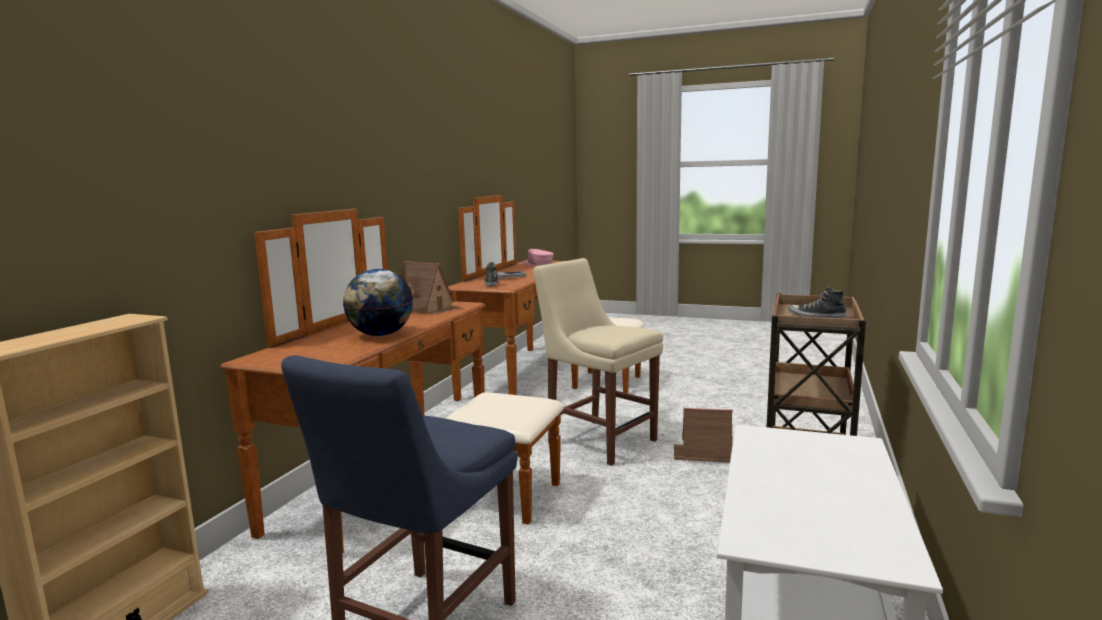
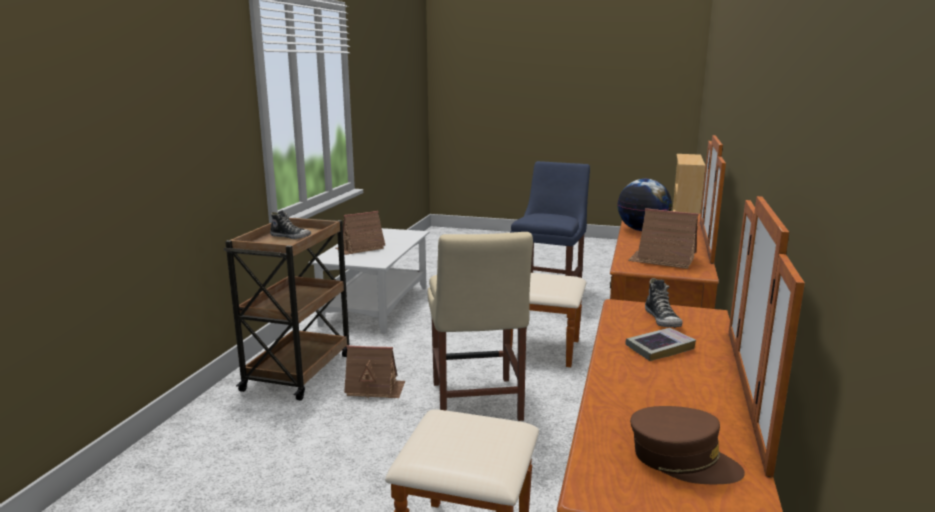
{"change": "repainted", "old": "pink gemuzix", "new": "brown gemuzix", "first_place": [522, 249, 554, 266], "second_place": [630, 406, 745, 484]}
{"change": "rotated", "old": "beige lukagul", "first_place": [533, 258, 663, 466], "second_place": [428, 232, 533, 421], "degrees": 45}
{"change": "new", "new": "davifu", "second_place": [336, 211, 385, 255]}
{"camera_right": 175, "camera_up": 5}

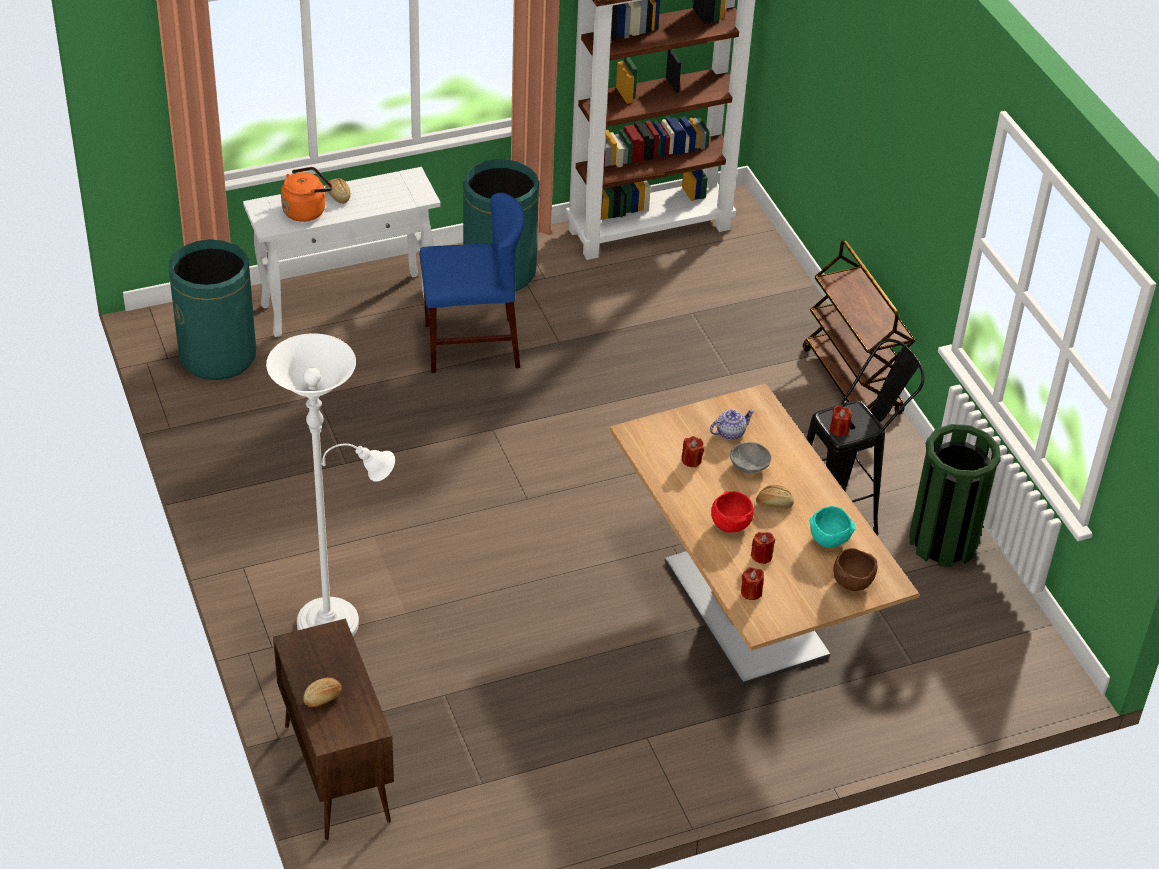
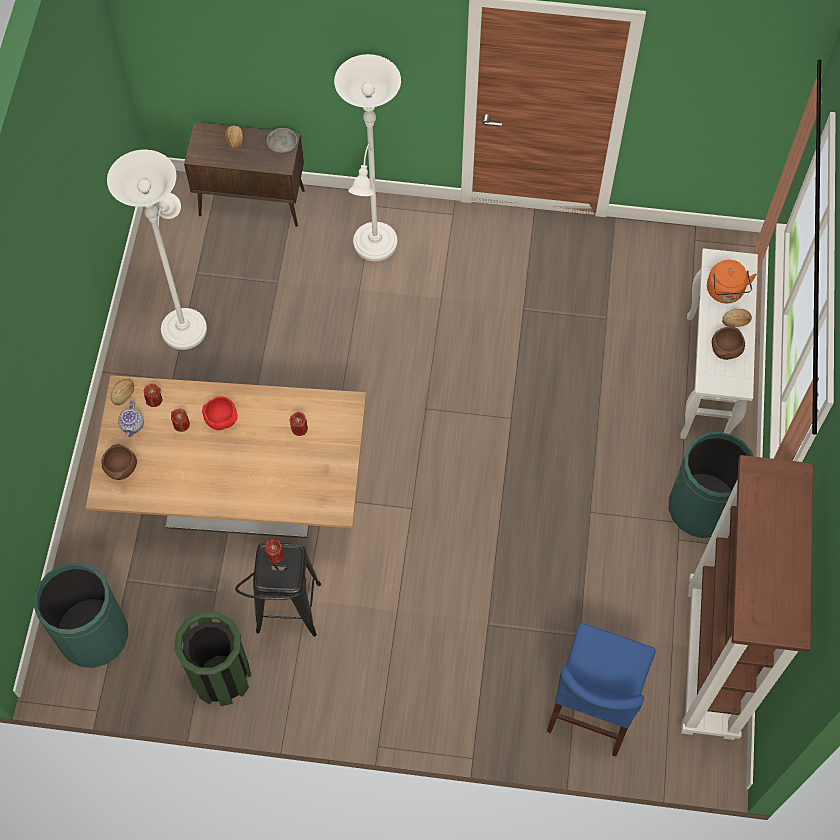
{"change": "shifted", "old": "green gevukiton", "first_place": [169, 239, 256, 380], "second_place": [34, 563, 128, 668]}
{"change": "shifted", "old": "blue lukagul", "first_place": [420, 193, 524, 373], "second_place": [547, 623, 656, 757]}
{"change": "shifted", "old": "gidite", "first_place": [710, 410, 755, 440], "second_place": [118, 401, 144, 437]}
{"change": "shifted", "old": "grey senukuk", "first_place": [730, 442, 772, 473], "second_place": [267, 128, 297, 154]}
{"change": "shifted", "old": "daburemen", "first_place": [756, 485, 794, 509], "second_place": [111, 379, 134, 405]}
{"change": "gone", "old": "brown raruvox", "first_place": [803, 240, 915, 415]}
{"change": "gone", "old": "turquoise senukuk", "first_place": [810, 506, 856, 548]}
{"change": "new", "new": "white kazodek", "second_place": [107, 150, 207, 350]}
{"change": "new", "new": "brown senukuk", "second_place": [712, 326, 745, 360]}
{"camera_right": 120, "camera_up": 20}

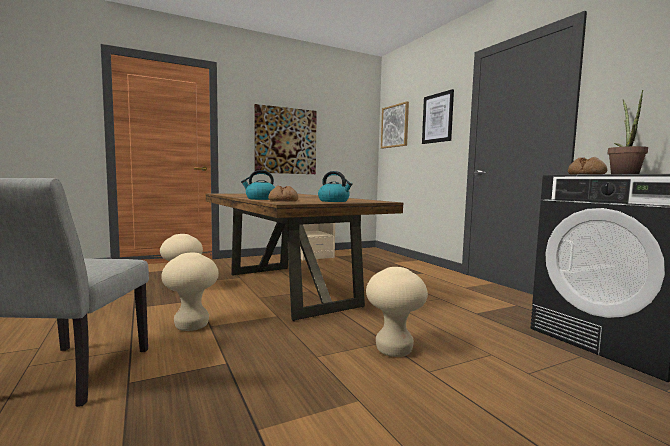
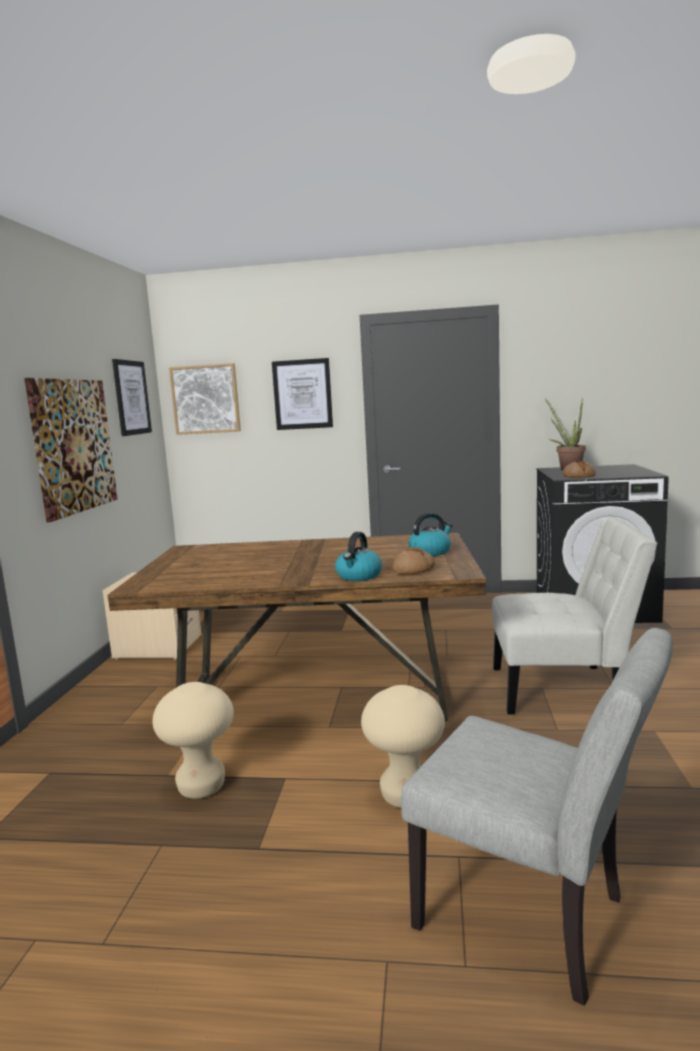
{"change": "swapped", "old": "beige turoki", "new": "white lukagul", "first_place": [366, 267, 428, 357], "second_place": [492, 517, 658, 714]}
{"change": "new", "new": "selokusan", "second_place": [112, 359, 152, 436]}
{"camera_right": -55, "camera_up": 5}

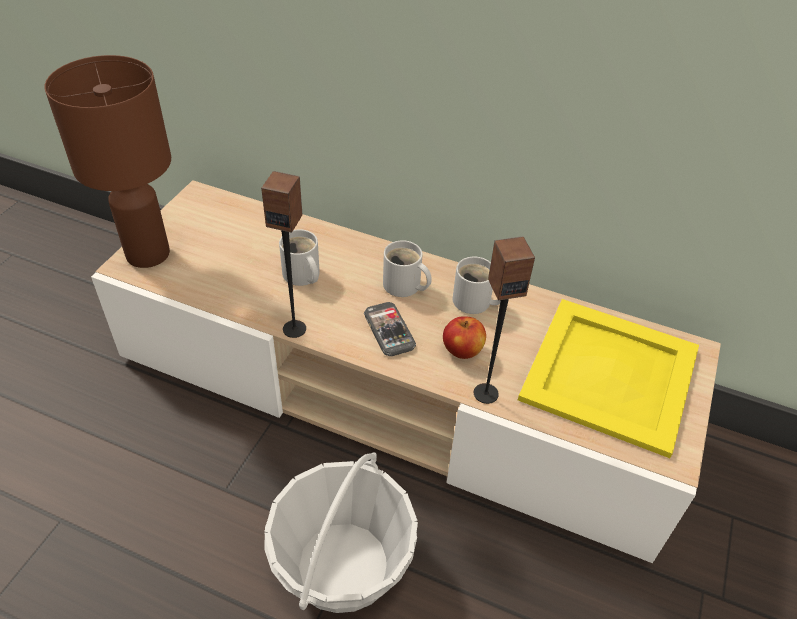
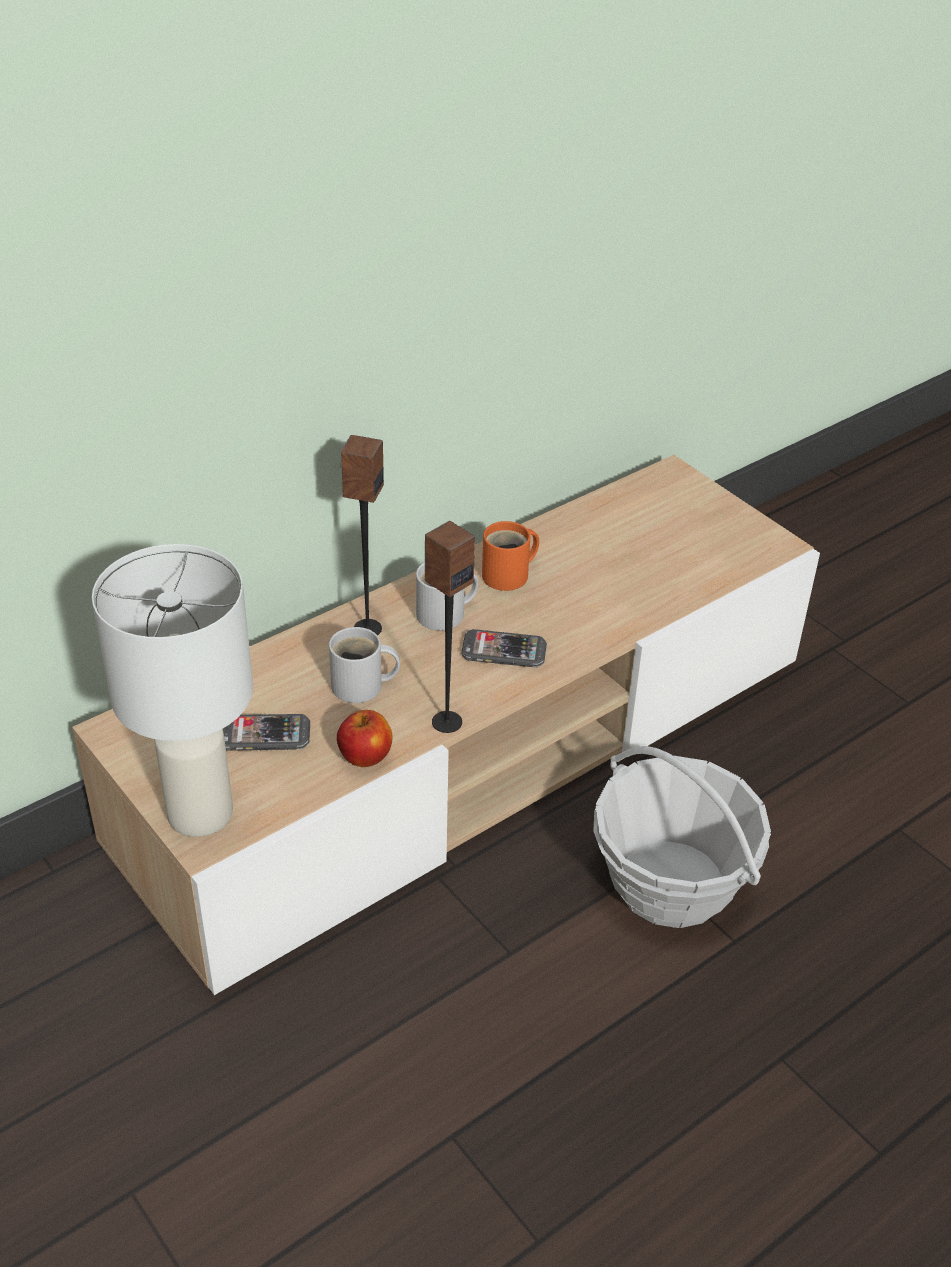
{"change": "repainted", "old": "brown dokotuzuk", "new": "white dokotuzuk", "first_place": [45, 55, 171, 268], "second_place": [92, 544, 253, 837]}
{"change": "shifted", "old": "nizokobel", "first_place": [443, 316, 486, 359], "second_place": [337, 710, 393, 767]}
{"change": "repainted", "old": "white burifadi", "new": "orange burifadi", "first_place": [453, 257, 501, 314], "second_place": [482, 521, 539, 591]}
{"change": "shifted", "old": "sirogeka", "first_place": [474, 236, 535, 404], "second_place": [340, 435, 384, 636]}
{"change": "gone", "old": "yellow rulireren", "first_place": [518, 299, 699, 458]}
{"change": "new", "new": "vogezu", "second_place": [223, 714, 310, 751]}
{"camera_right": -60, "camera_up": -5}

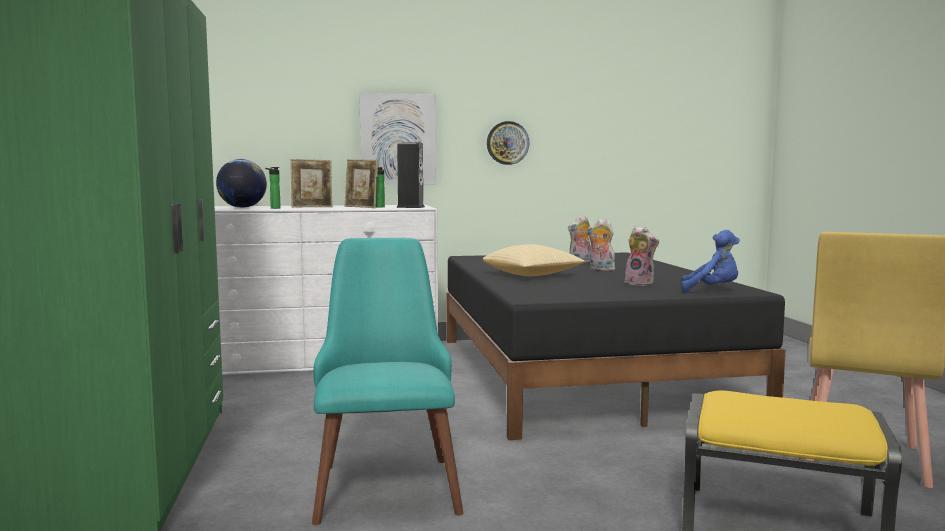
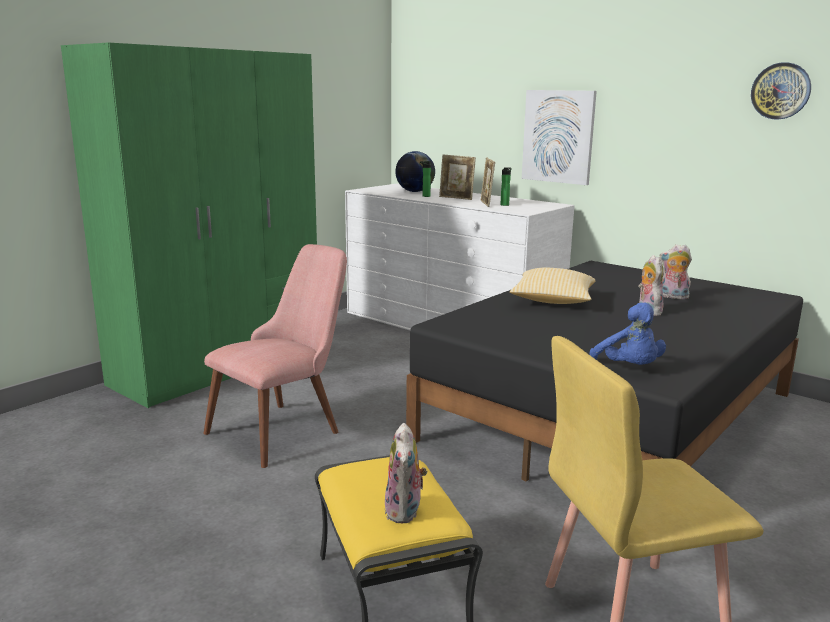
{"change": "repainted", "old": "turquoise lukagul", "new": "pink lukagul", "first_place": [312, 238, 464, 525], "second_place": [203, 244, 347, 468]}
{"change": "gone", "old": "sirogeka", "first_place": [396, 142, 425, 208]}
{"change": "shifted", "old": "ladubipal", "first_place": [487, 121, 529, 165], "second_place": [751, 62, 811, 120]}
{"change": "shifted", "old": "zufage", "first_place": [624, 226, 659, 286], "second_place": [384, 423, 427, 524]}
{"camera_right": 50, "camera_up": 10}

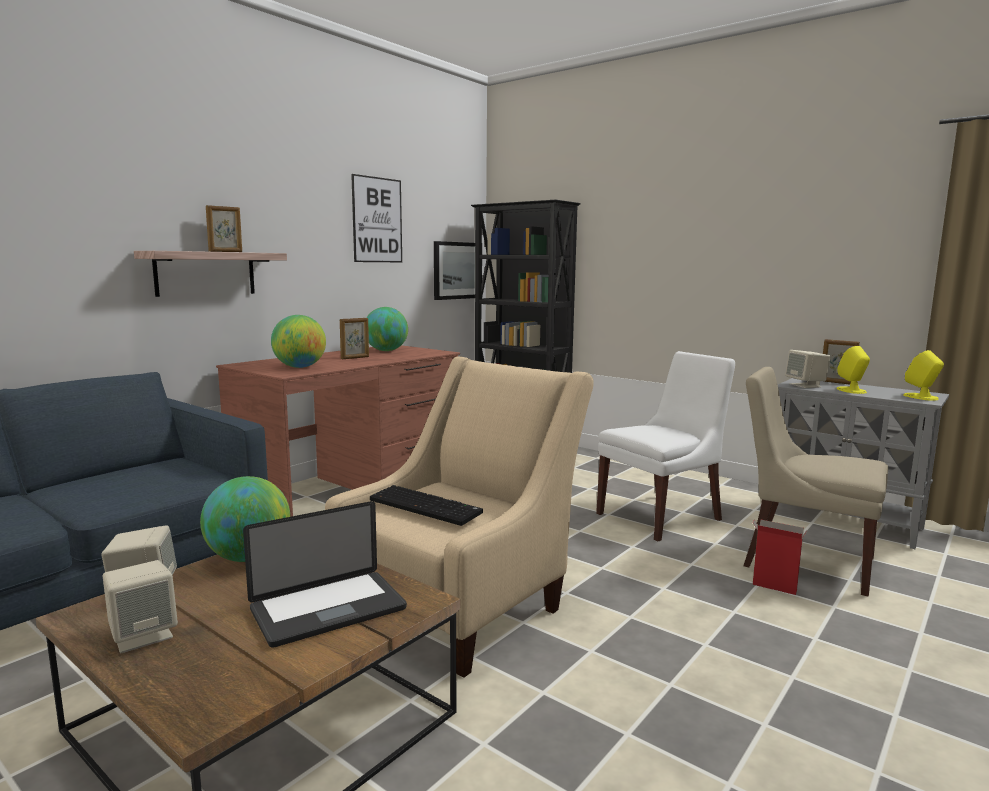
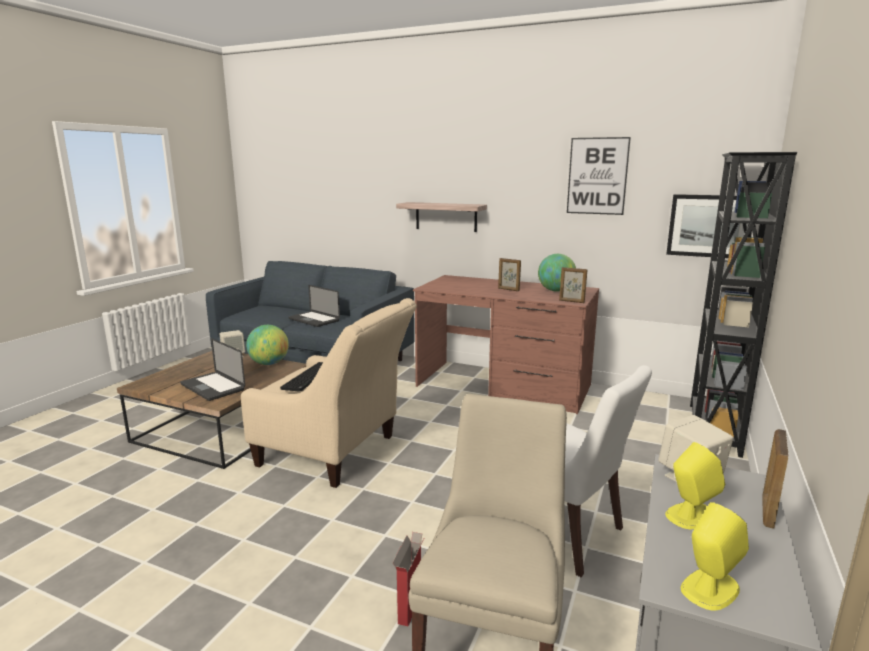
{"change": "gone", "old": "beige sirogeka", "first_place": [103, 560, 178, 653]}
{"change": "shifted", "old": "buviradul", "first_place": [206, 205, 242, 252], "second_place": [559, 267, 587, 303]}
{"change": "gone", "old": "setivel", "first_place": [271, 315, 326, 368]}
{"change": "new", "new": "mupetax", "second_place": [288, 285, 340, 327]}
{"camera_right": 75, "camera_up": 5}

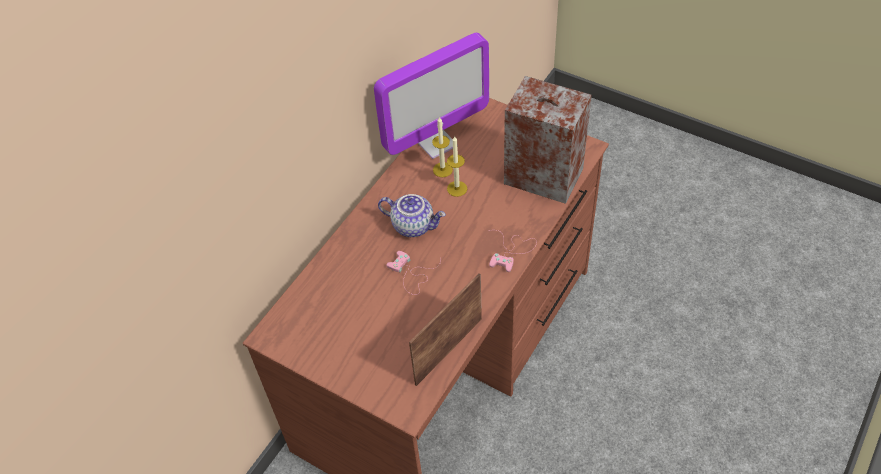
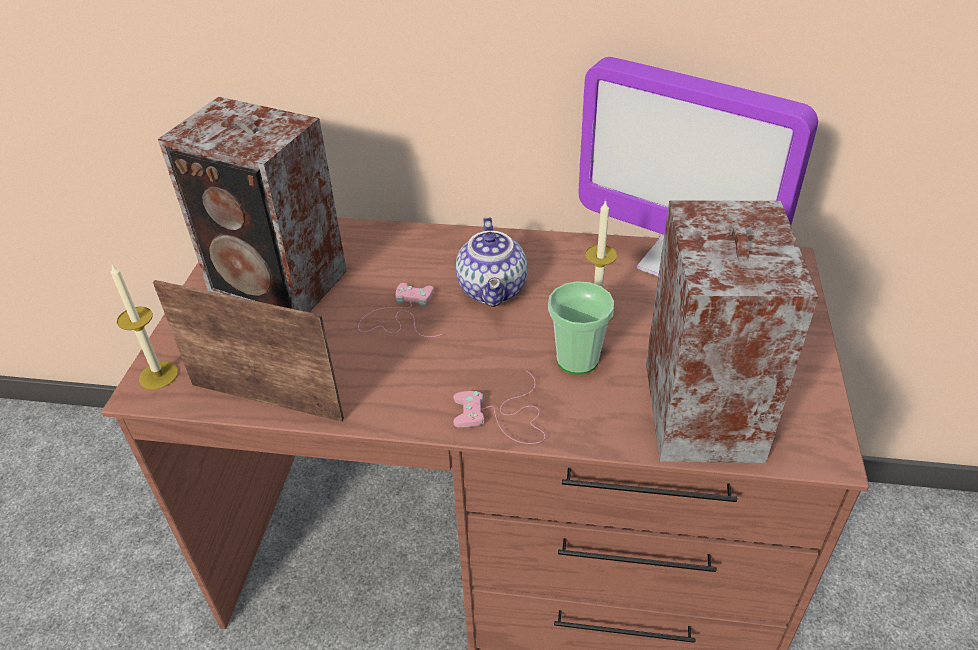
{"change": "shifted", "old": "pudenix", "first_place": [432, 117, 453, 177], "second_place": [110, 263, 178, 389]}
{"change": "new", "new": "sirogeka", "second_place": [158, 97, 347, 312]}
{"change": "new", "new": "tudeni", "second_place": [548, 281, 614, 374]}
{"camera_right": 65, "camera_up": -10}

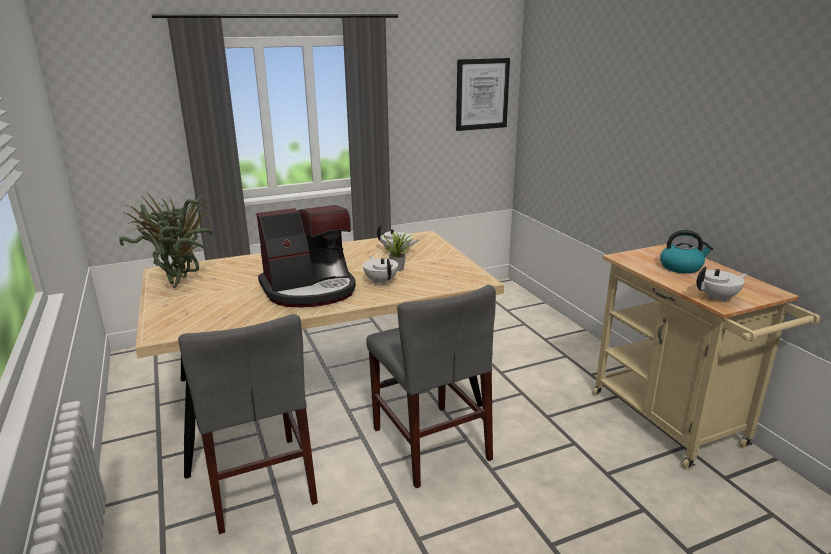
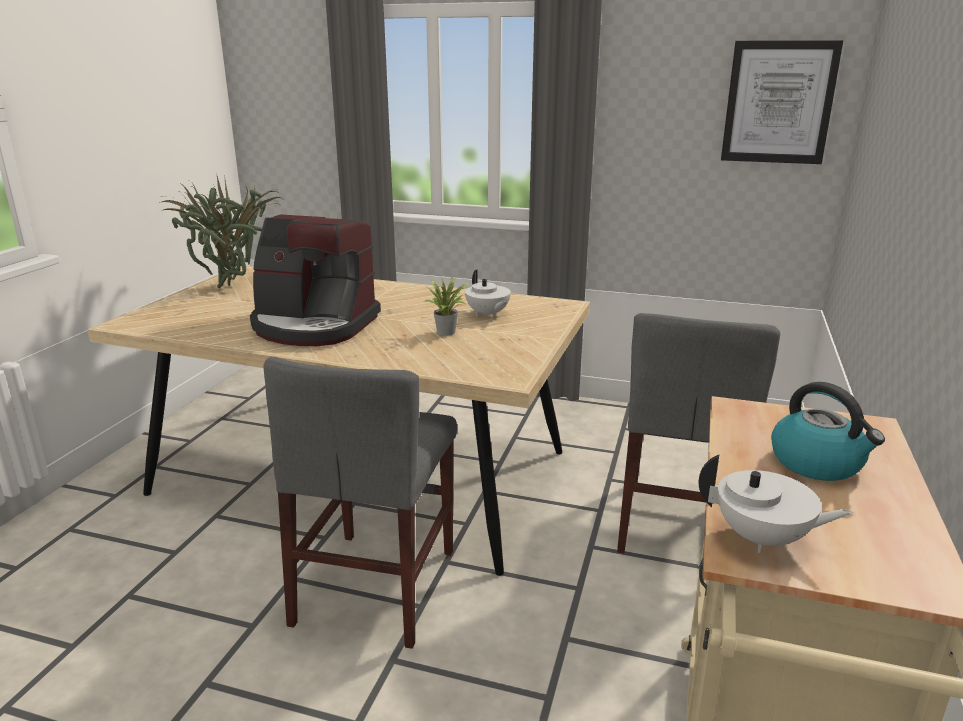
{"change": "shifted", "old": "grey lukagul", "first_place": [178, 314, 318, 534], "second_place": [617, 313, 780, 553]}
{"change": "gone", "old": "white gidite", "first_place": [363, 256, 398, 285]}
{"camera_right": 40, "camera_up": 0}

